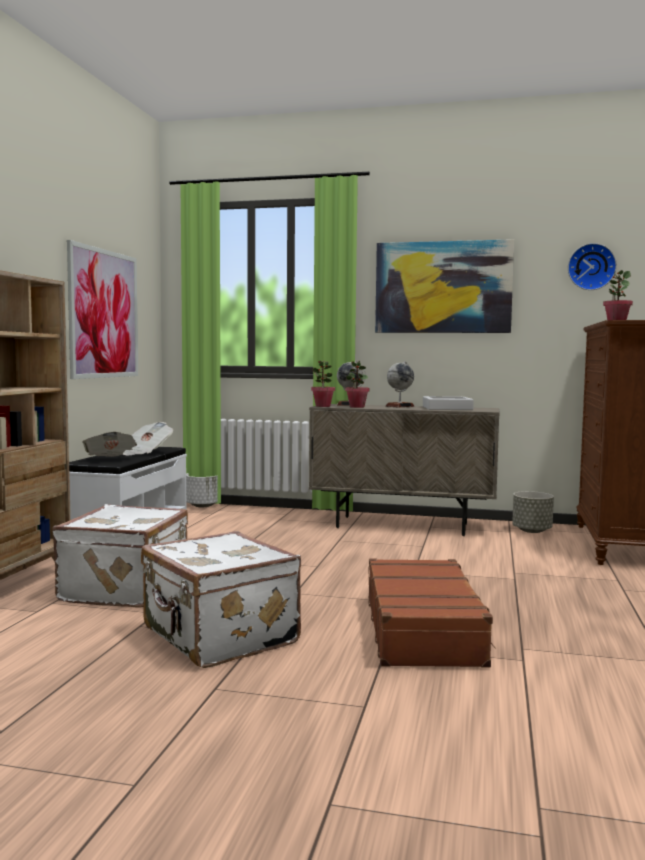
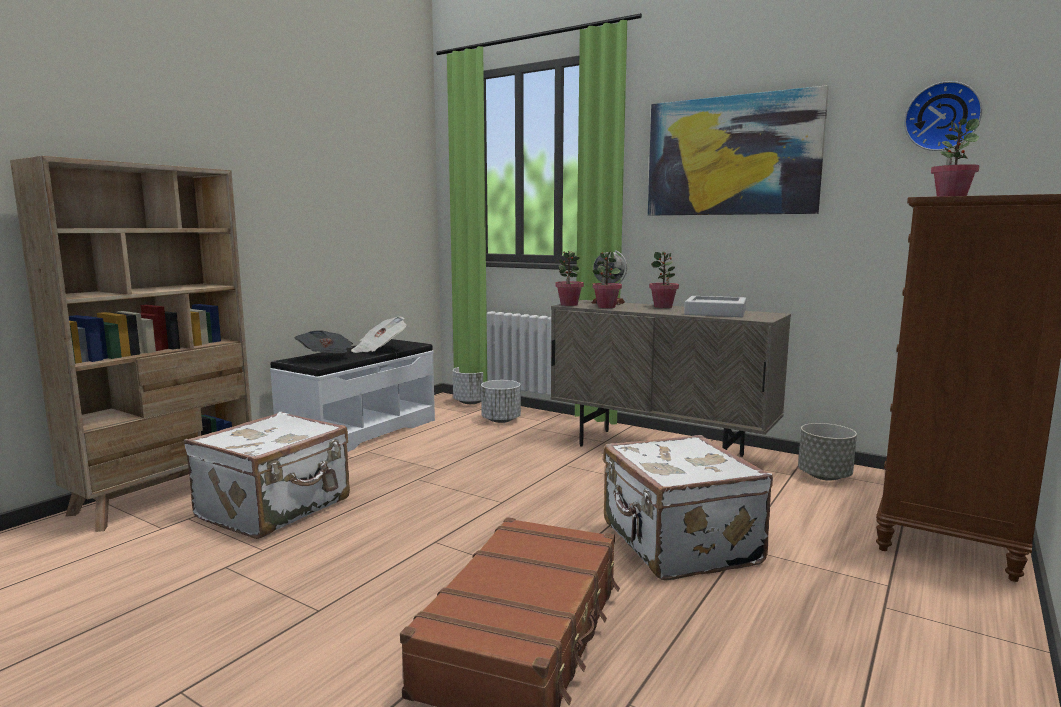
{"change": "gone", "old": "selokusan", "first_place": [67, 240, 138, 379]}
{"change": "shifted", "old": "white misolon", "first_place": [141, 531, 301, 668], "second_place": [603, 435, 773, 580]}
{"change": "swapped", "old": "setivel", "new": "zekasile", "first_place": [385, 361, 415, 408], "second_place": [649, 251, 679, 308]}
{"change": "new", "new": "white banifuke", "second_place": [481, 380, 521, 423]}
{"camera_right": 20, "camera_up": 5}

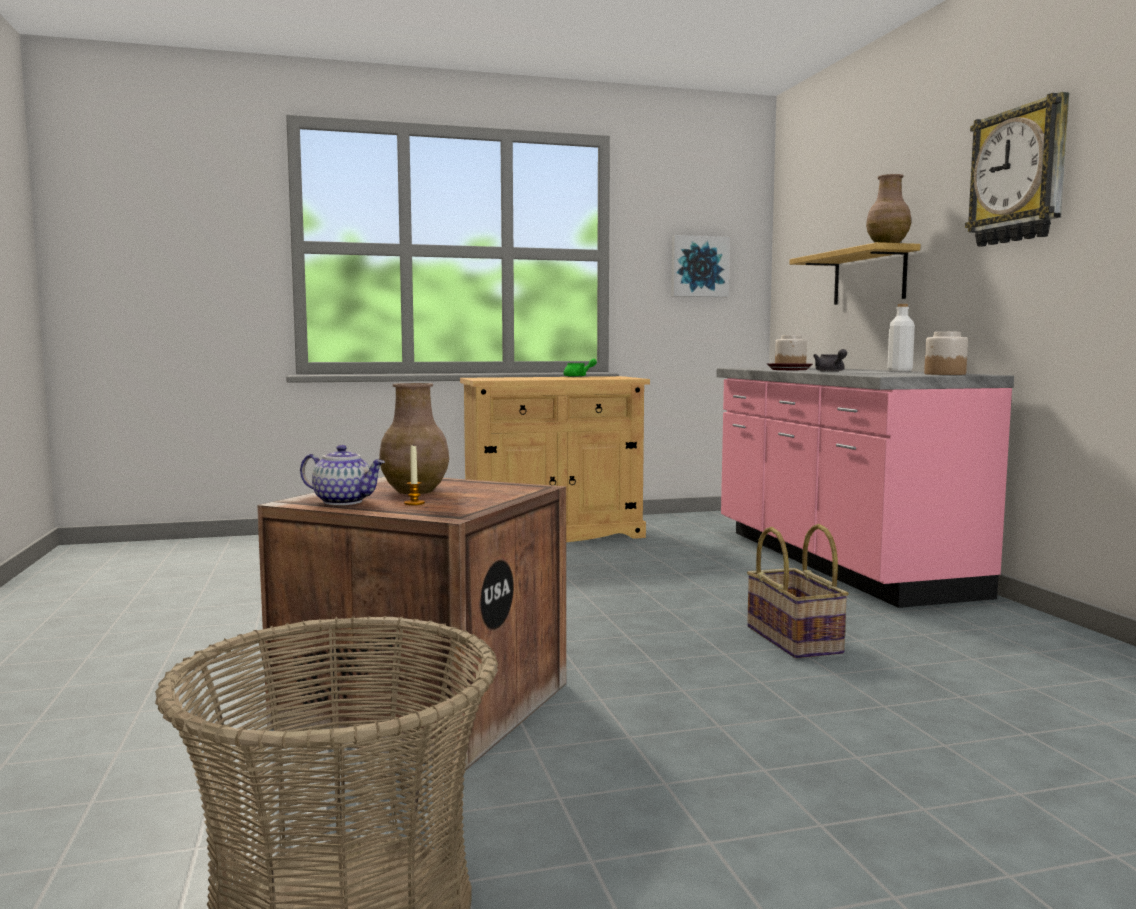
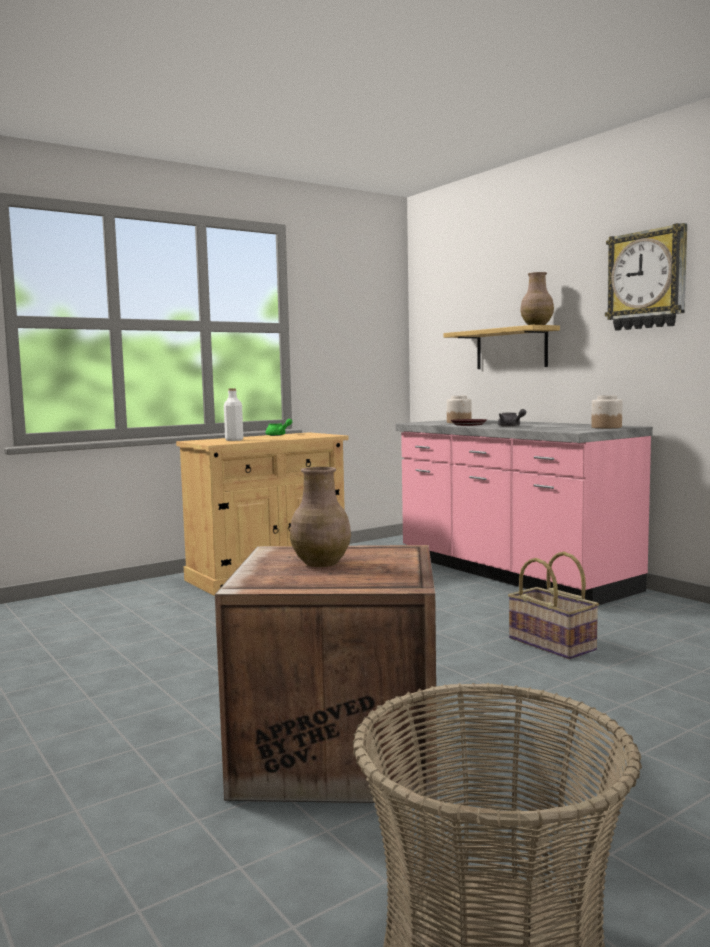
{"change": "gone", "old": "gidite", "first_place": [300, 445, 385, 505]}
{"change": "gone", "old": "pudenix", "first_place": [404, 444, 425, 505]}
{"change": "gone", "old": "selokusan", "first_place": [671, 235, 730, 297]}
{"change": "shifted", "old": "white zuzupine", "first_place": [887, 304, 915, 371], "second_place": [224, 388, 243, 441]}
{"camera_right": -20, "camera_up": 0}

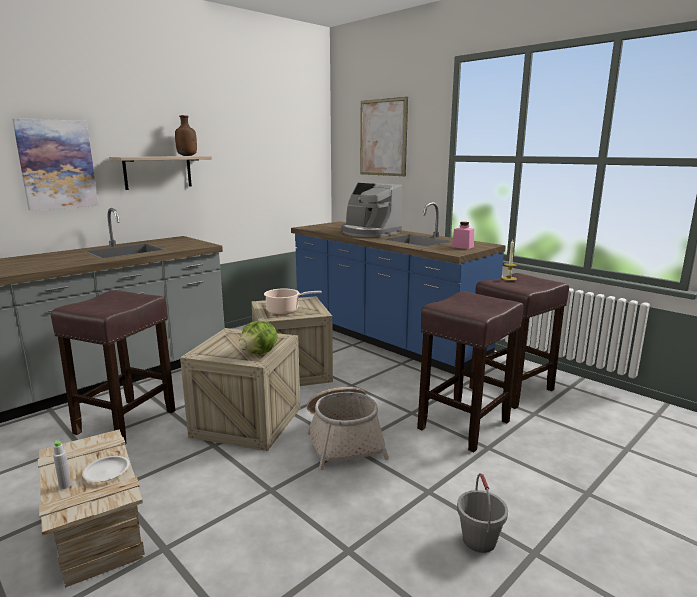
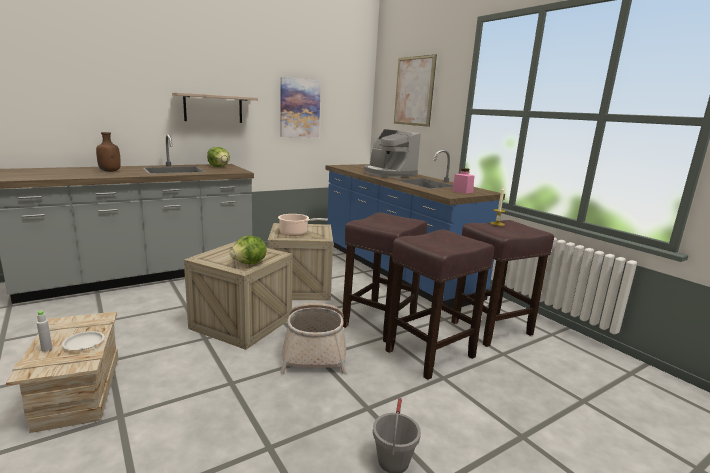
{"change": "shifted", "old": "selokusan", "first_place": [12, 118, 99, 211], "second_place": [280, 77, 321, 138]}
{"change": "shifted", "old": "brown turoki", "first_place": [51, 290, 176, 443], "second_place": [342, 212, 427, 343]}
{"change": "shifted", "old": "brown zuzupine", "first_place": [175, 115, 197, 156], "second_place": [96, 132, 121, 172]}
{"change": "new", "new": "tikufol", "second_place": [207, 147, 230, 167]}
{"camera_right": 10, "camera_up": 0}

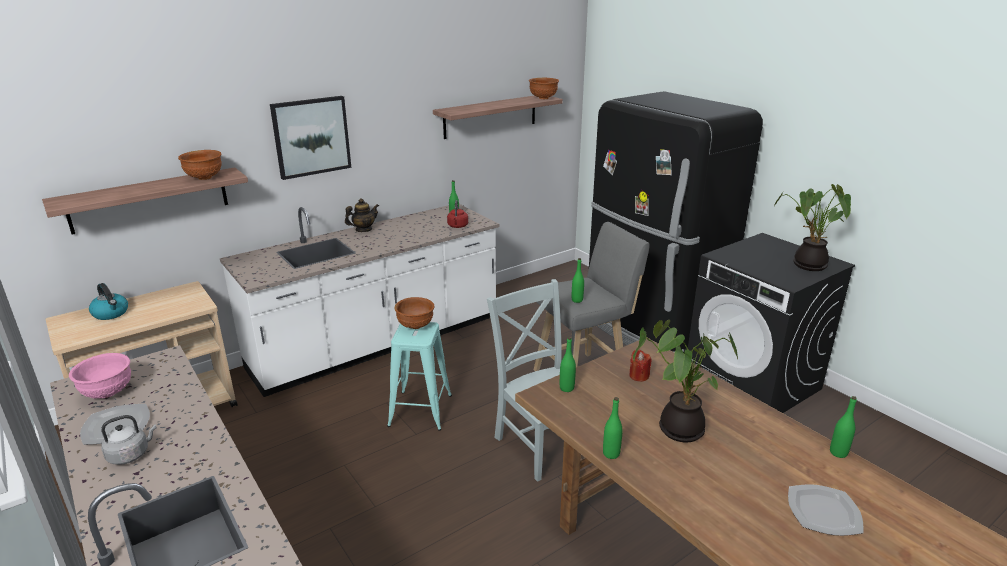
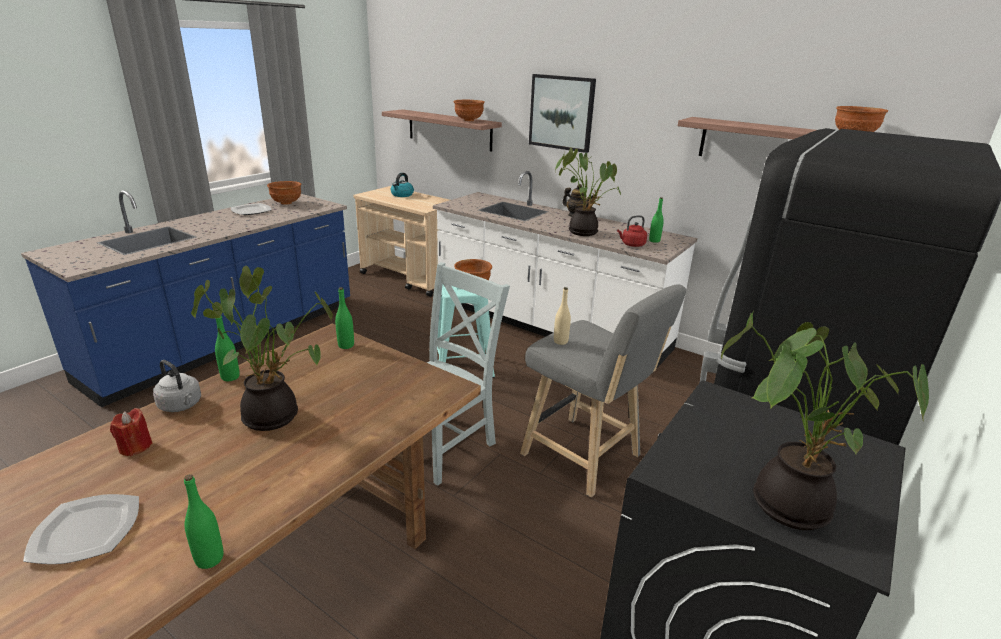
{"change": "repainted", "old": "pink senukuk", "new": "brown senukuk", "first_place": [69, 353, 131, 399], "second_place": [267, 181, 301, 205]}
{"change": "shifted", "old": "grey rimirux", "first_place": [101, 415, 157, 465], "second_place": [153, 360, 201, 412]}
{"change": "repainted", "old": "green zuzupine", "new": "beige zuzupine", "first_place": [572, 258, 584, 303], "second_place": [554, 287, 571, 345]}
{"change": "shifted", "old": "red pudenix", "first_place": [629, 350, 651, 382], "second_place": [110, 408, 153, 456]}
{"change": "new", "new": "zekasile", "second_place": [555, 148, 621, 236]}
{"camera_right": 70, "camera_up": 0}

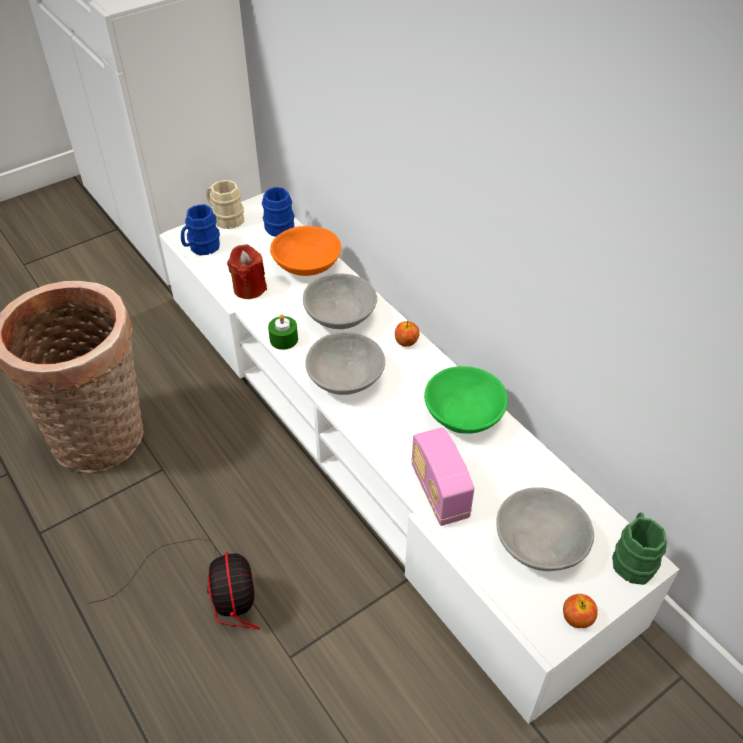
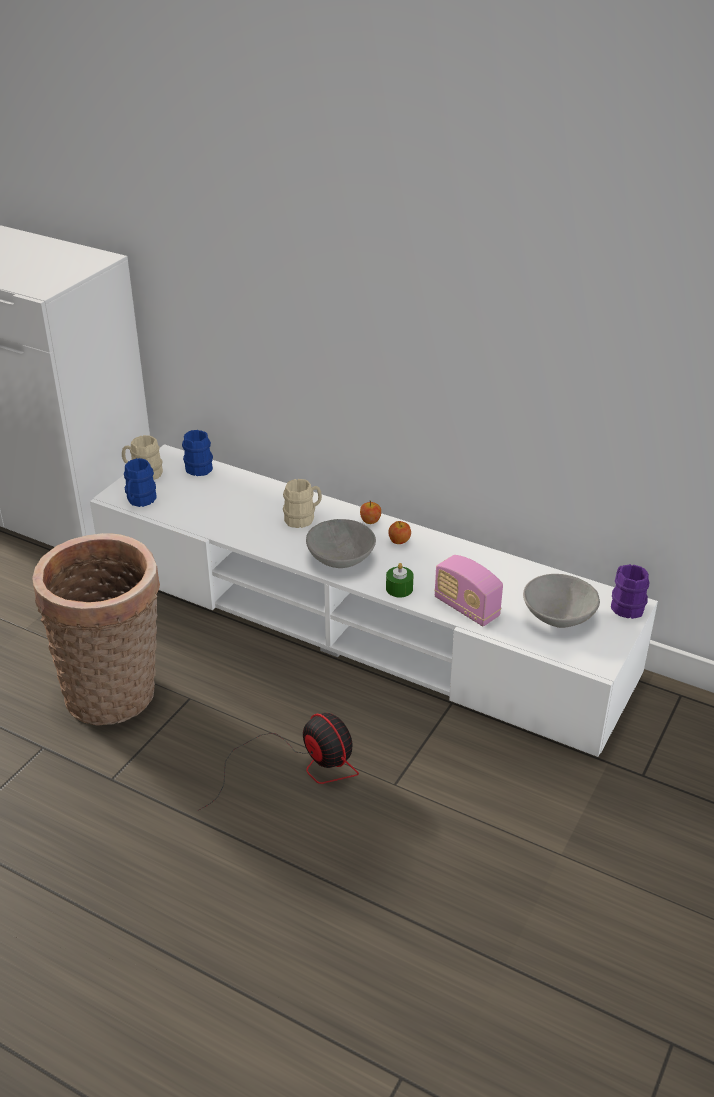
{"change": "gone", "old": "red pudenix", "first_place": [227, 244, 267, 299]}
{"change": "shifted", "old": "green pudenix", "first_place": [268, 314, 298, 350], "second_place": [386, 563, 414, 598]}
{"change": "gone", "old": "orange senukuk", "first_place": [270, 226, 341, 276]}
{"change": "swapped", "old": "grey senukuk", "new": "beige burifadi", "first_place": [303, 273, 377, 329], "second_place": [283, 479, 322, 528]}
{"change": "gone", "old": "green senukuk", "first_place": [424, 366, 508, 434]}
{"change": "shifted", "old": "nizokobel", "first_place": [563, 594, 598, 628], "second_place": [388, 521, 411, 544]}
{"change": "repainted", "old": "green burifadi", "new": "purple burifadi", "first_place": [612, 512, 667, 585], "second_place": [611, 564, 649, 619]}
{"camera_right": -25, "camera_up": -10}

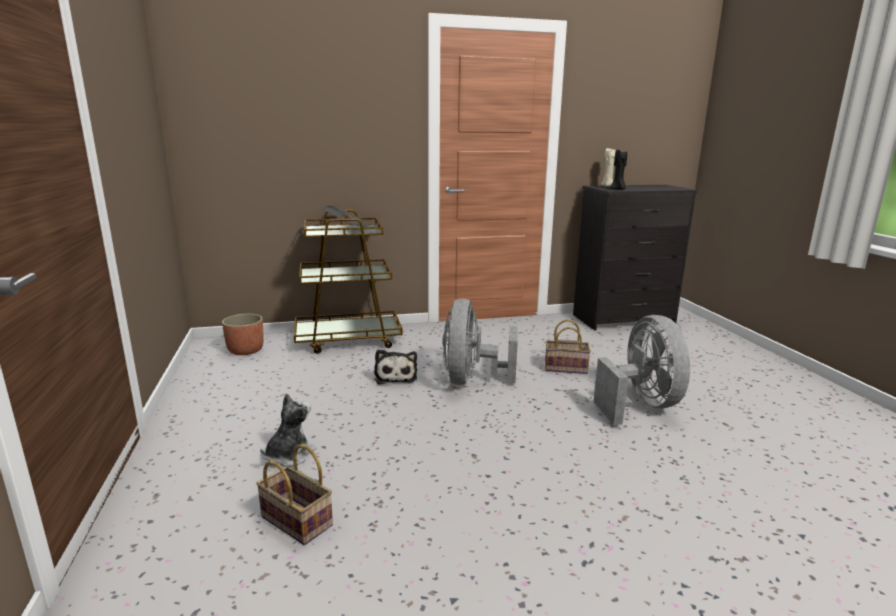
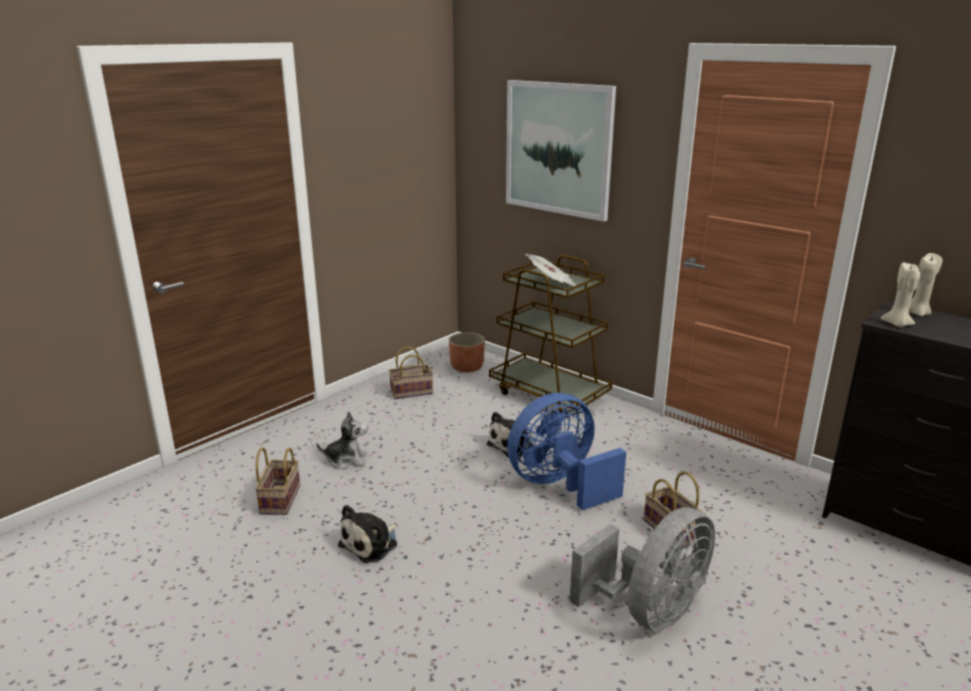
{"change": "repainted", "old": "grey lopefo", "new": "blue lopefo", "first_place": [442, 299, 518, 385], "second_place": [507, 393, 626, 510]}
{"change": "repainted", "old": "black pudenix", "new": "beige pudenix", "first_place": [610, 150, 627, 190], "second_place": [881, 262, 920, 327]}
{"change": "new", "new": "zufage", "second_place": [338, 505, 397, 563]}
{"change": "new", "new": "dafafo", "second_place": [389, 347, 433, 399]}
{"change": "new", "new": "selokusan", "second_place": [506, 80, 616, 222]}
{"camera_right": 55, "camera_up": 5}

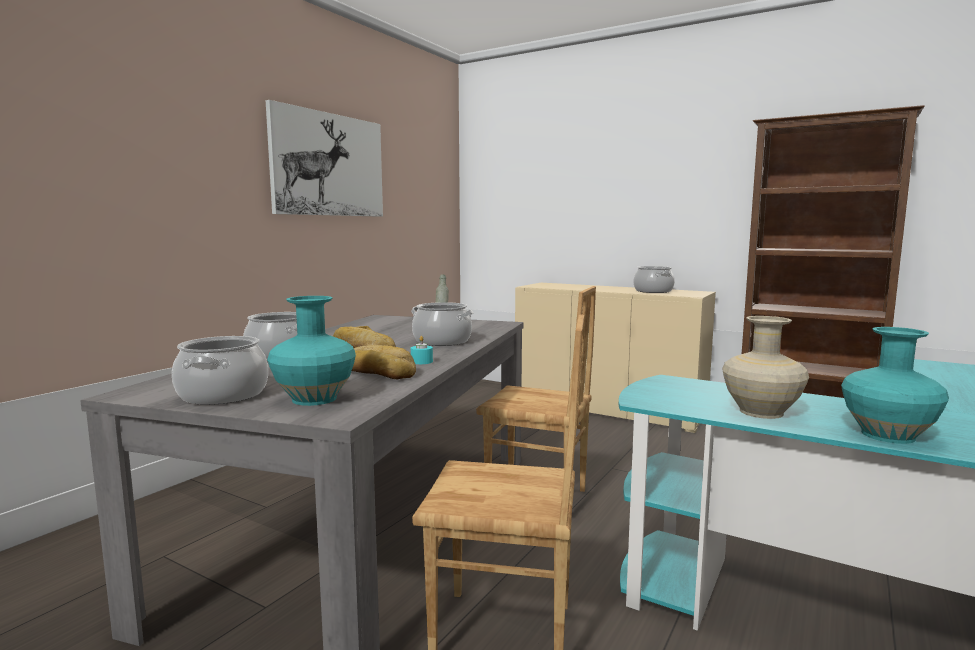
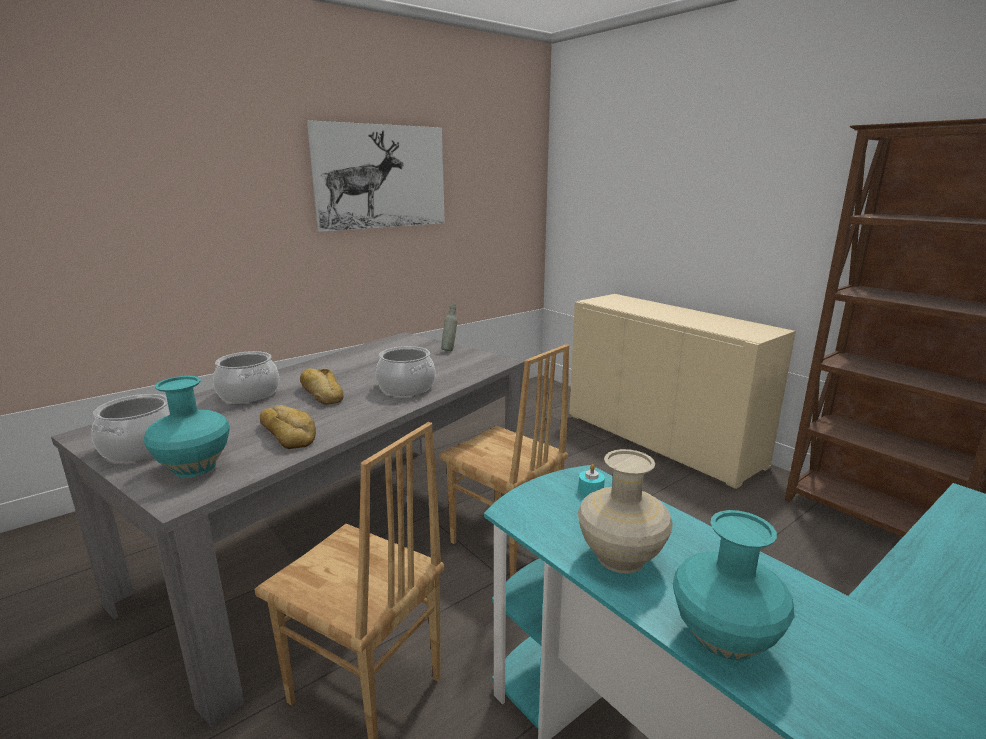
{"change": "shifted", "old": "turquoise pudenix", "first_place": [411, 336, 433, 364], "second_place": [578, 464, 605, 497]}
{"change": "gone", "old": "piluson", "first_place": [633, 266, 675, 293]}
{"camera_right": 20, "camera_up": 10}

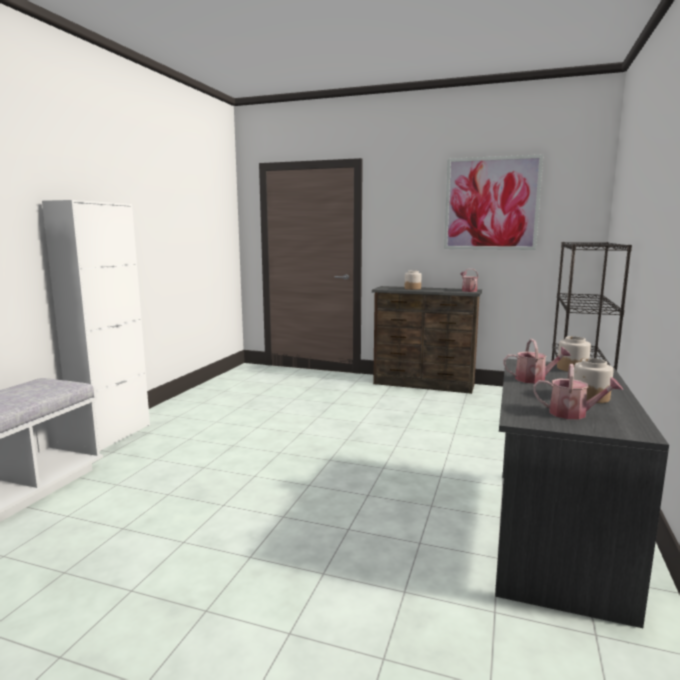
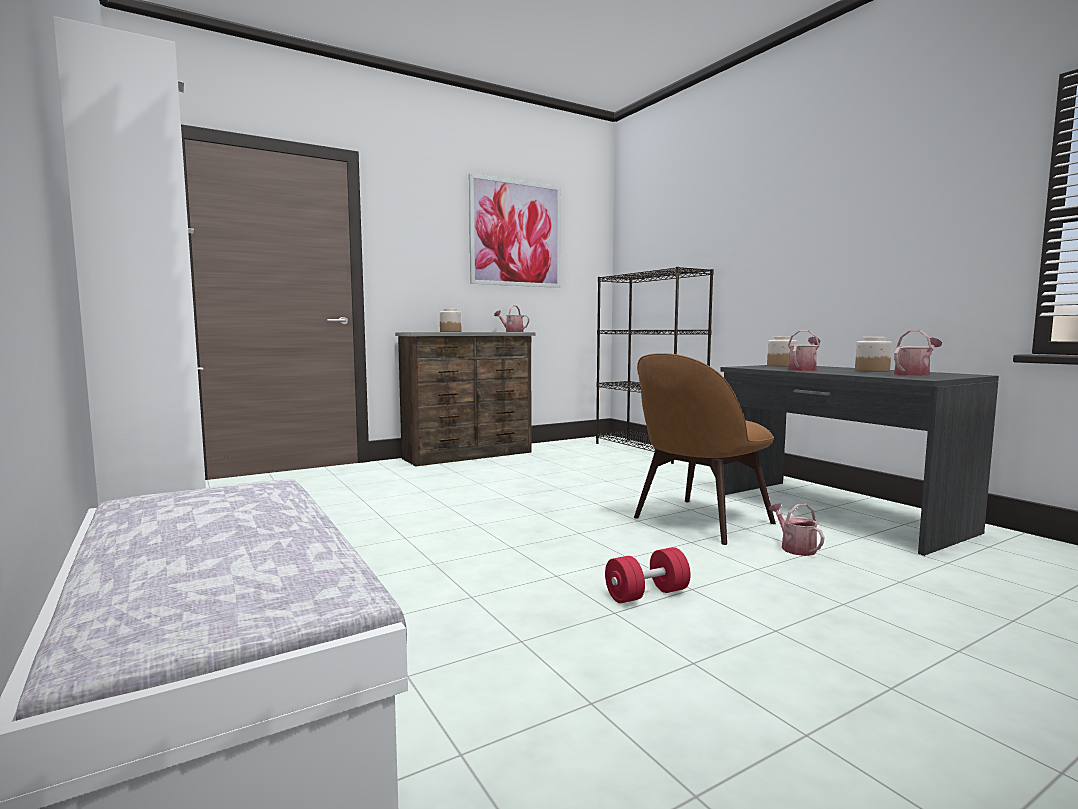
{"change": "new", "new": "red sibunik", "second_place": [605, 547, 691, 603]}
{"change": "new", "new": "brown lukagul", "second_place": [634, 353, 776, 545]}
{"change": "new", "new": "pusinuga", "second_place": [769, 503, 825, 556]}
{"camera_right": -50, "camera_up": -5}

